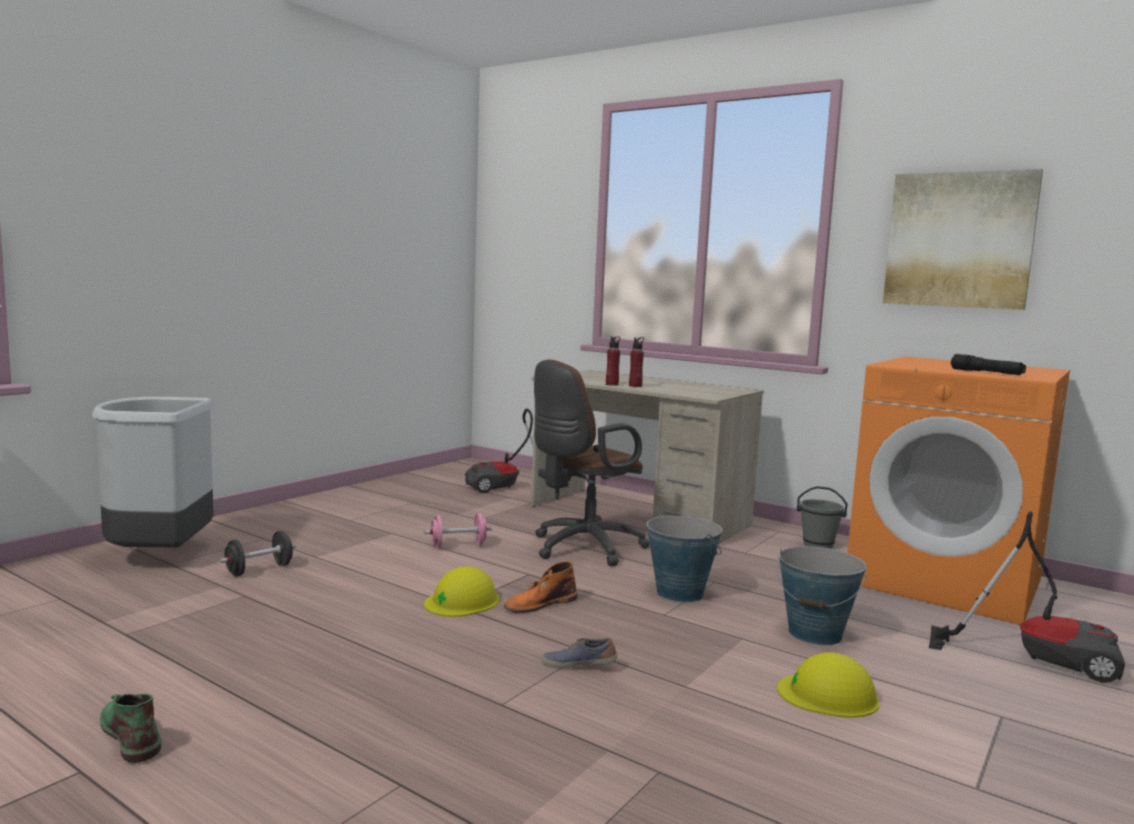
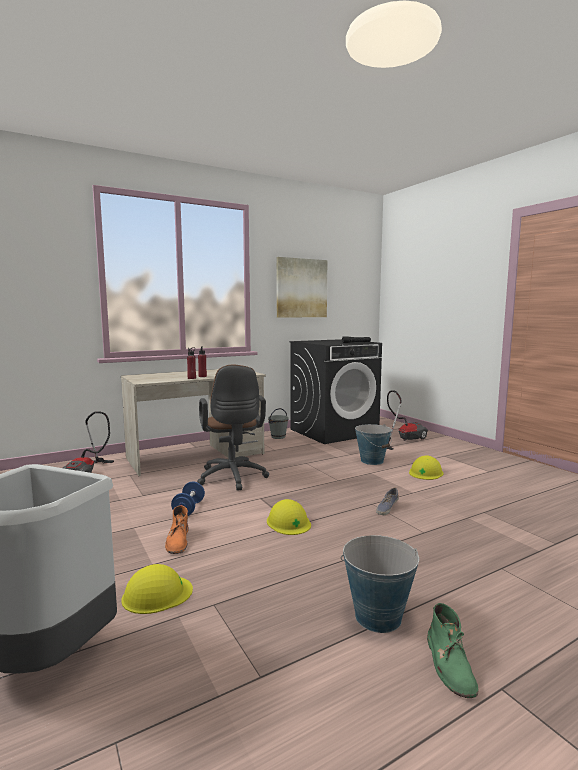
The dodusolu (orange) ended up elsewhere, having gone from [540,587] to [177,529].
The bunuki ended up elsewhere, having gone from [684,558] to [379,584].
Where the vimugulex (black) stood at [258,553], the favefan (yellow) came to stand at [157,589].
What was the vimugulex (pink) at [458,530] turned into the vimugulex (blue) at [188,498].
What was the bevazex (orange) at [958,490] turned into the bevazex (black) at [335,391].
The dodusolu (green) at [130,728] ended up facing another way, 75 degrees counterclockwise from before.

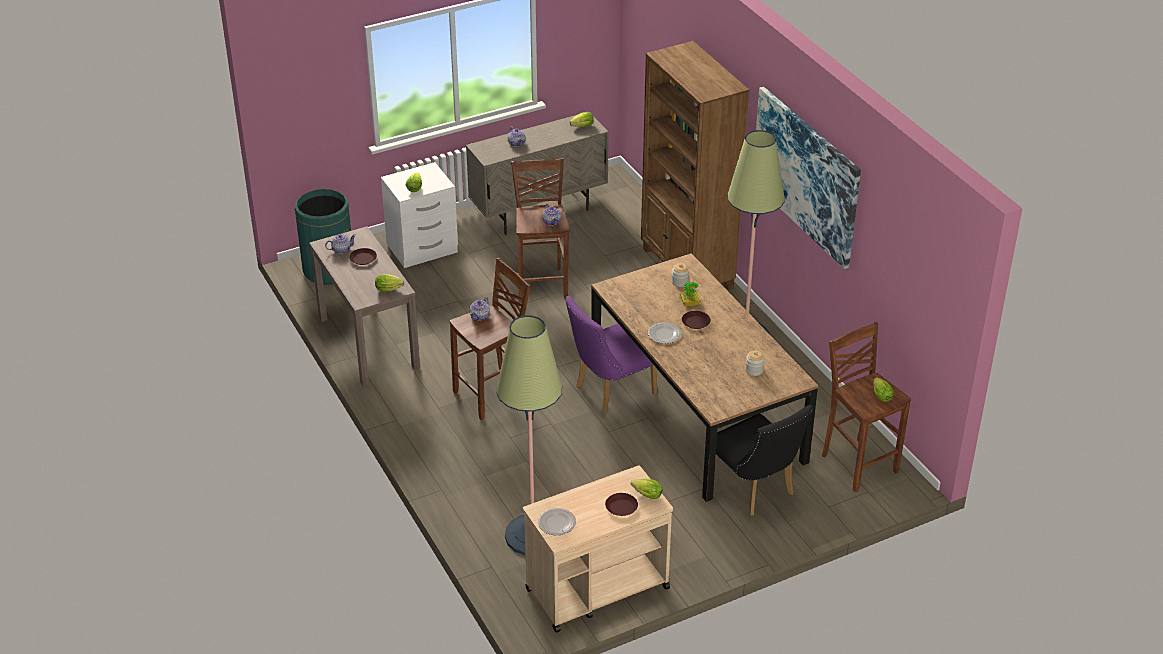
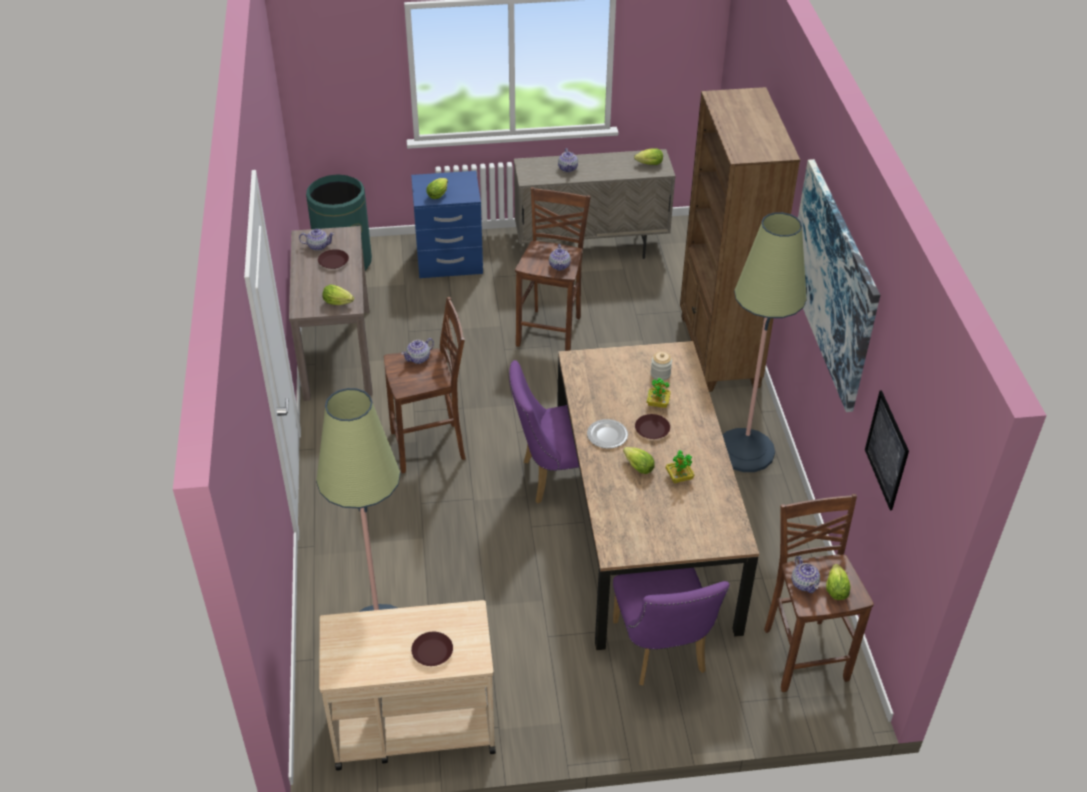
The second view lost the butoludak at [557,521].
The second view lost the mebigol at [755,363].
The second view gained the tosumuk at [680,466].
The second view gained the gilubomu at [806,574].
The second view gained the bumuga at [887,450].
The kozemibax ended up elsewhere, having gone from [646,489] to [639,460].
What was the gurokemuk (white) at [419,215] turned into the gurokemuk (blue) at [447,224].
What was the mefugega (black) at [764,460] turned into the mefugega (purple) at [671,627].

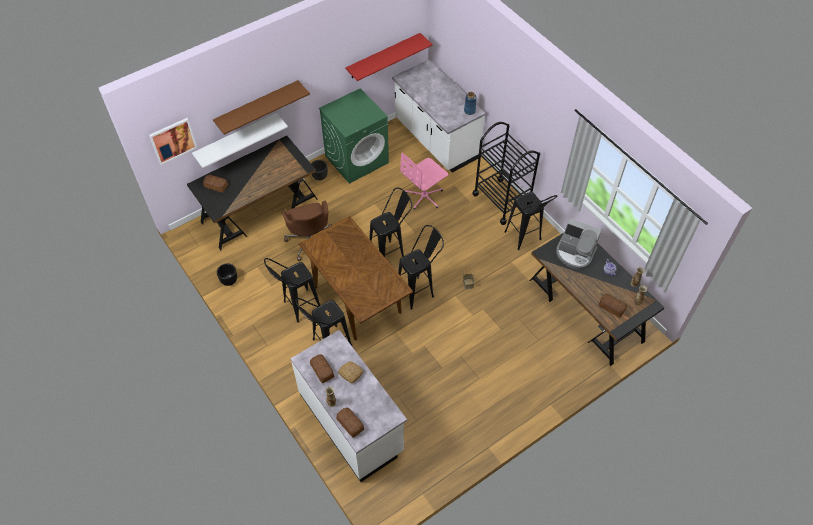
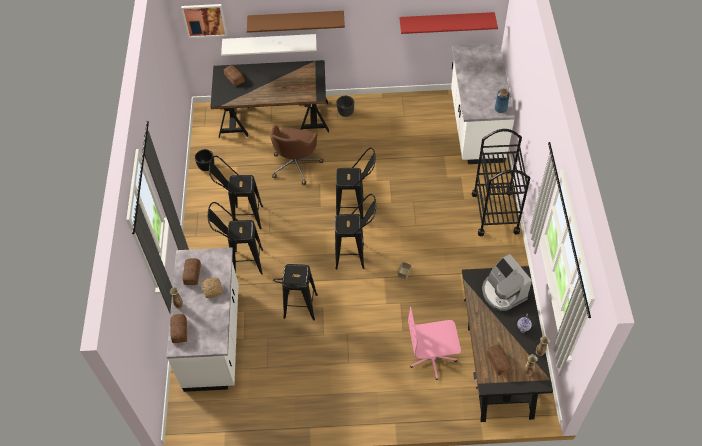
The second view lost the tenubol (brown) at [356,278].
The second view lost the bevazex (green) at [354,136].
The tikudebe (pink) ended up elsewhere, having gone from [424,180] to [434,343].
The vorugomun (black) ended up elsewhere, having gone from [531,221] to [295,292].

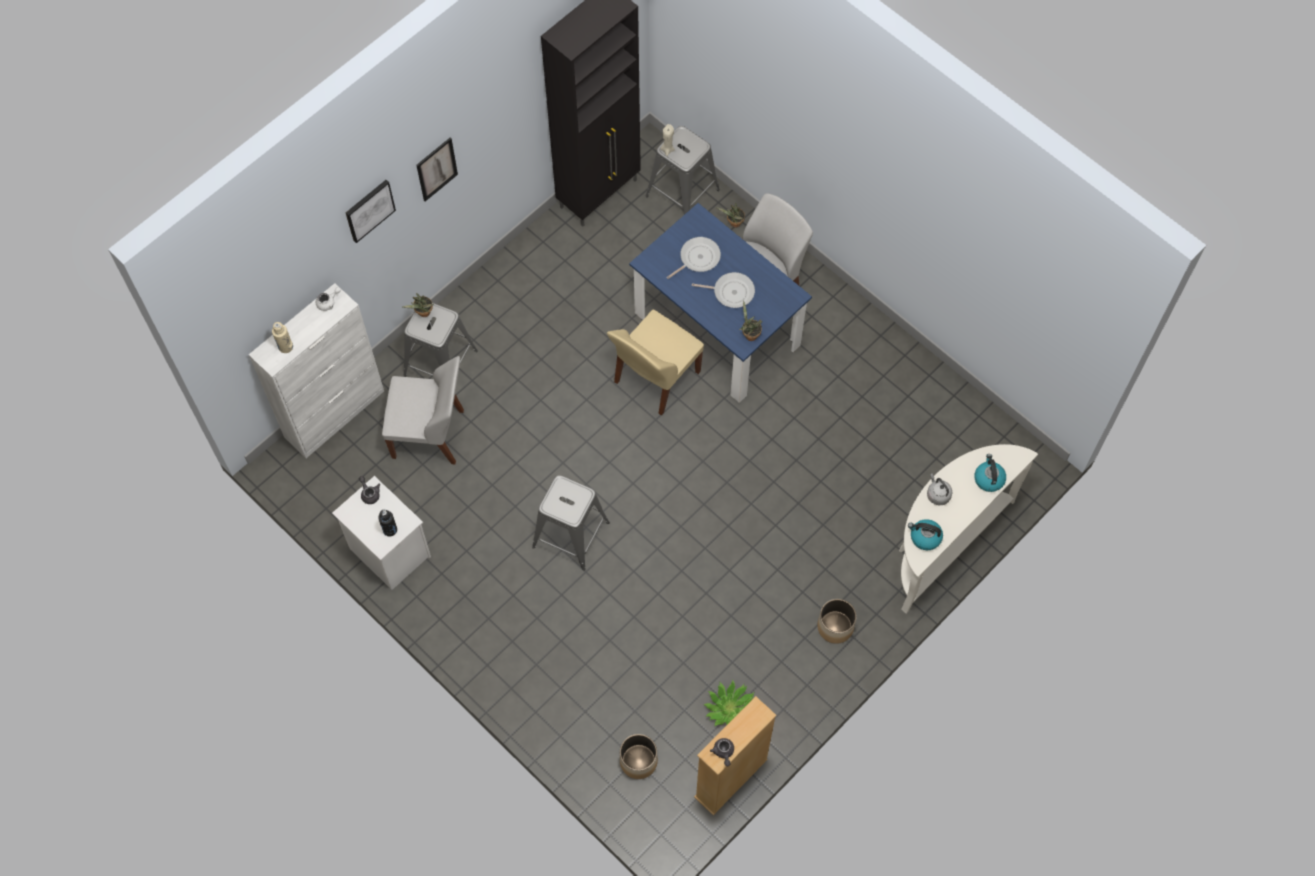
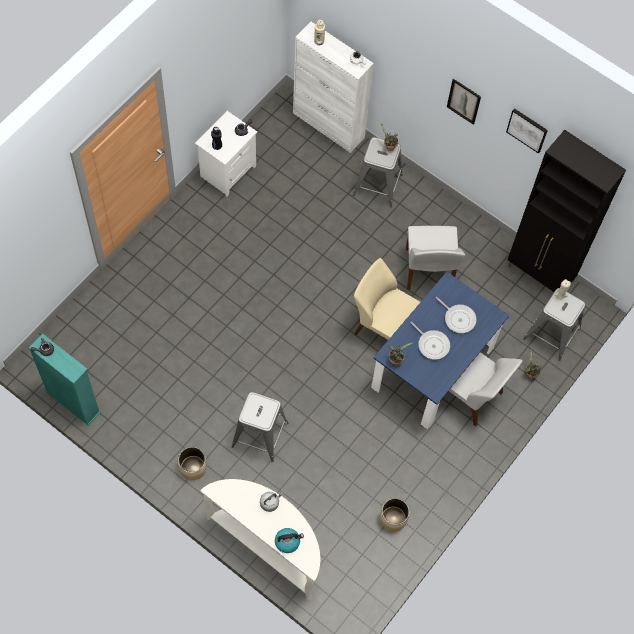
The second view lost the tosumuk at [729,703].
The second view lost the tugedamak at [925,534].
The bumuga ended up elsewhere, having gone from [371,211] to [527,131].
The mefugega (white) ended up elsewhere, having gone from [423,410] to [435,258].
The vorugomun (grey) ended up elsewhere, having gone from [571,523] to [259,427].
The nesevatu ended up elsewhere, having gone from [639,756] to [394,515].
What was the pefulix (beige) at [735,755] turned into the pefulix (turquoise) at [65,380].
The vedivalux at [723,290] ended up facing another way, 45 degrees counterclockwise from before.

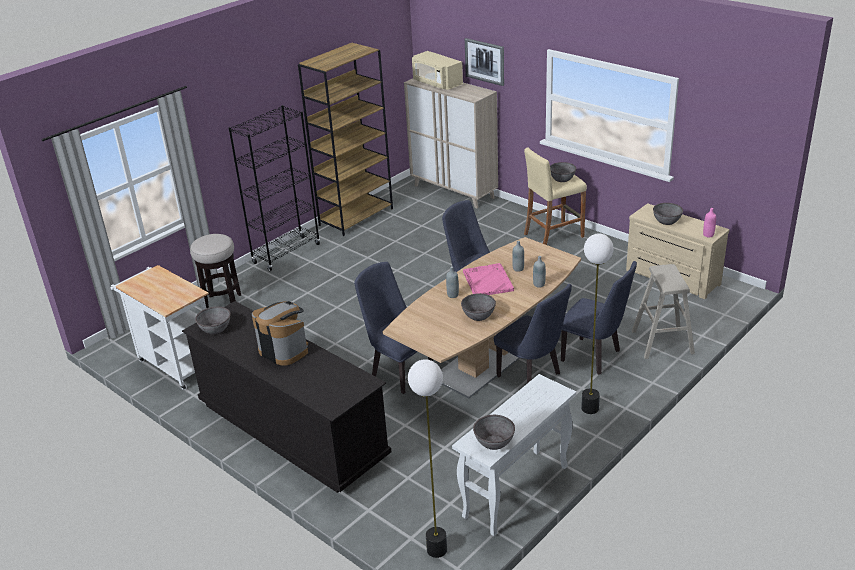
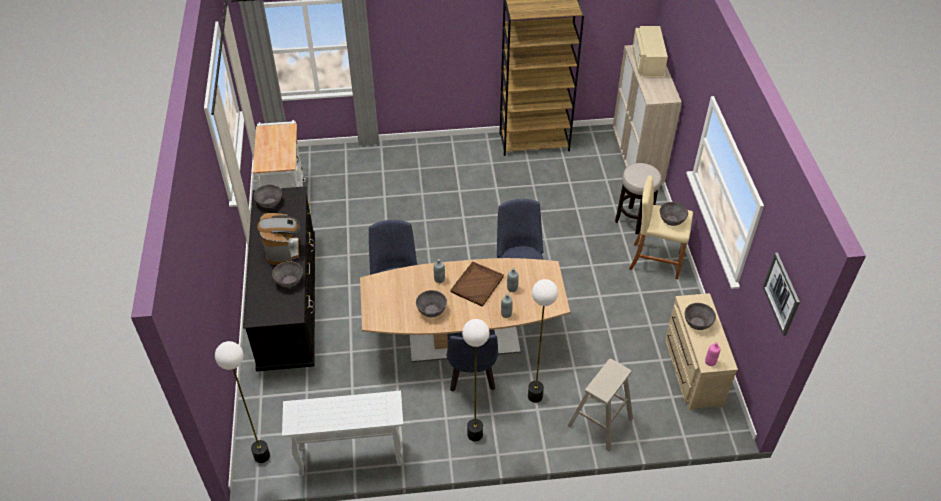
The second view lost the pefulix (black) at [274,188].
The vorugomun ended up elsewhere, having gone from [215,271] to [638,198].
The bumuga ended up elsewhere, having gone from [484,62] to [781,294].
The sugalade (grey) ended up elsewhere, having gone from [494,432] to [287,274].
Where the mefugega (blue) stood at [599,318], the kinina came to stand at [543,341].
What was the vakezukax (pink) at [488,279] turned into the vakezukax (brown) at [477,284].

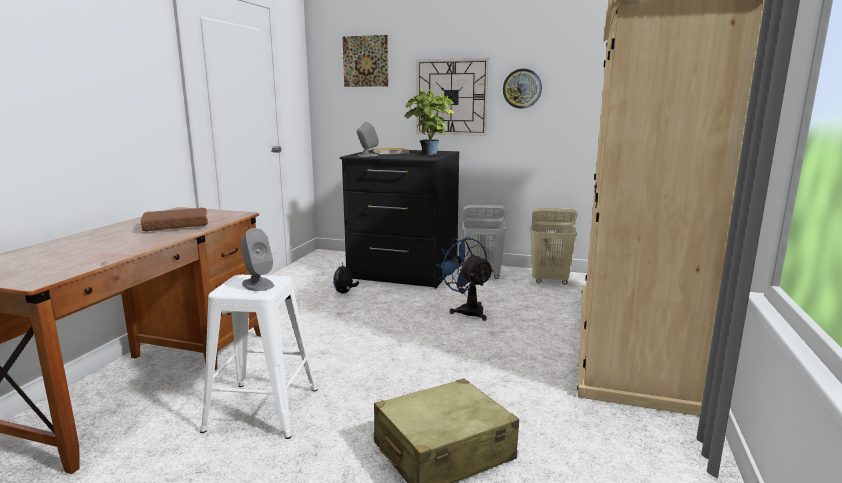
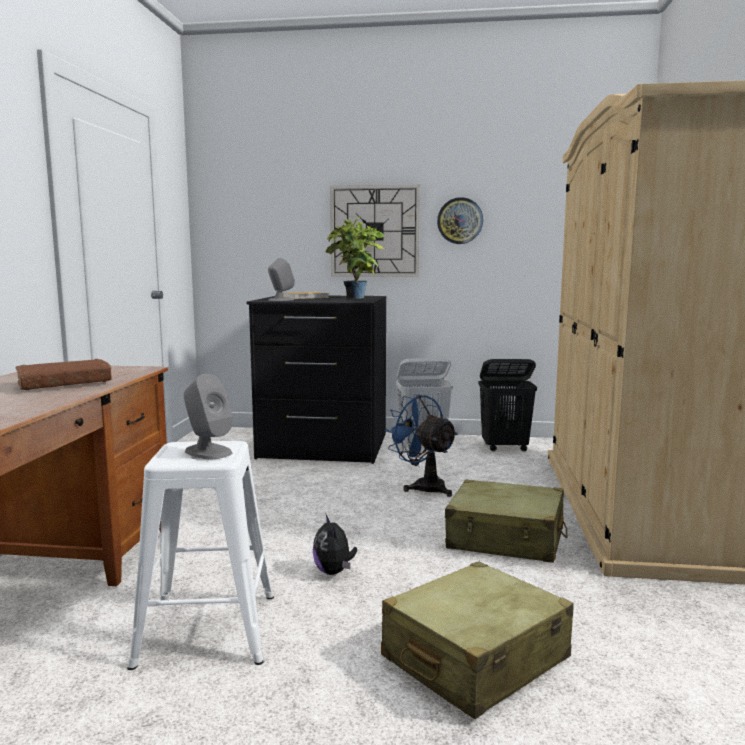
The second view lost the bumuga at [365,61].
The second view gained the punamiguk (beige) at [506,521].
The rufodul ended up elsewhere, having gone from [346,278] to [335,545].
What was the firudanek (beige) at [554,246] turned into the firudanek (black) at [508,405].

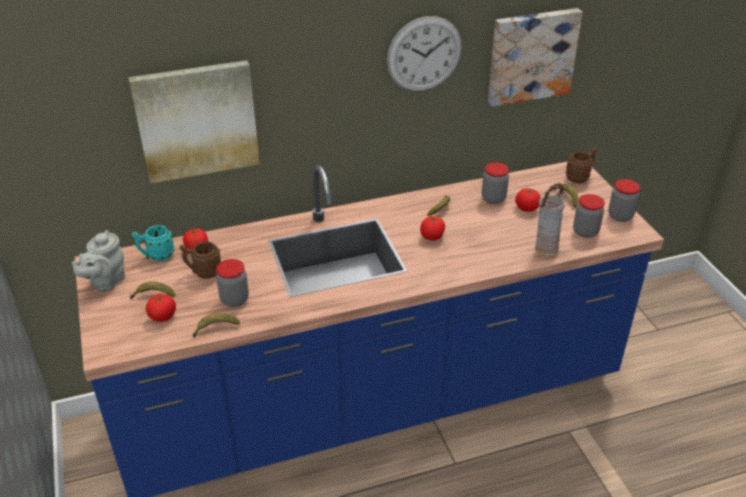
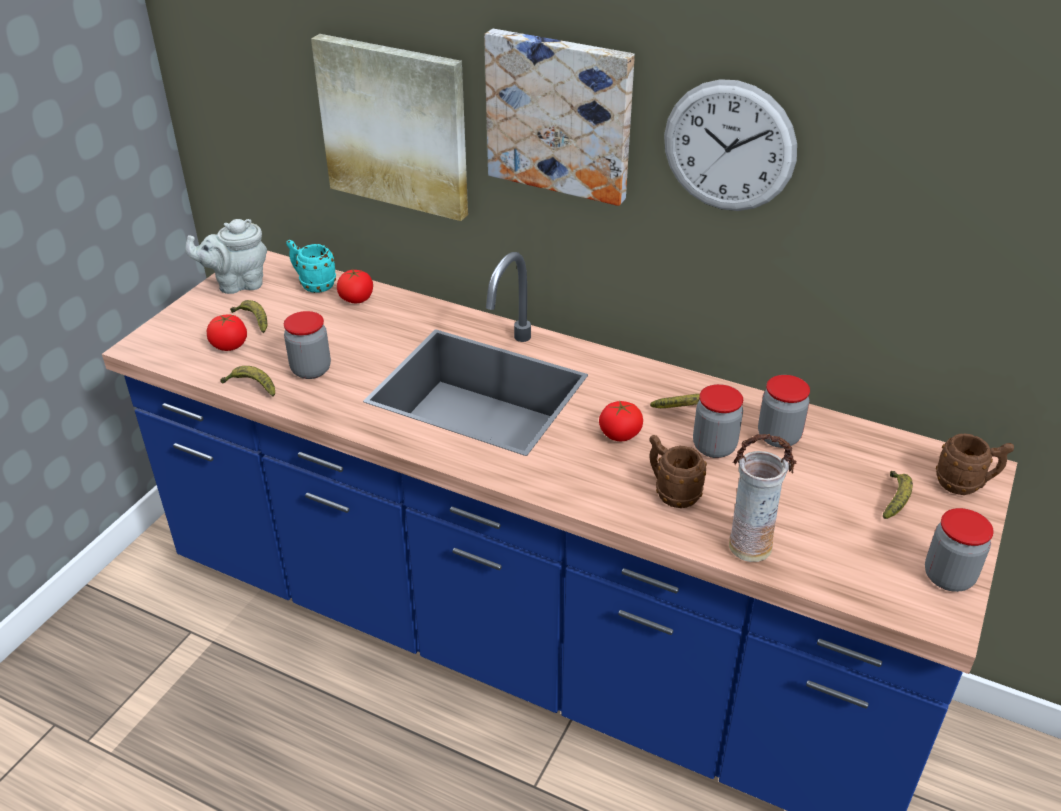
The second view lost the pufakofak at [528,200].
The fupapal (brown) ended up elsewhere, having gone from [200,259] to [678,471].
The bumuga ended up elsewhere, having gone from [535,57] to [559,117].
The mebigol ended up elsewhere, having gone from [589,216] to [718,421].

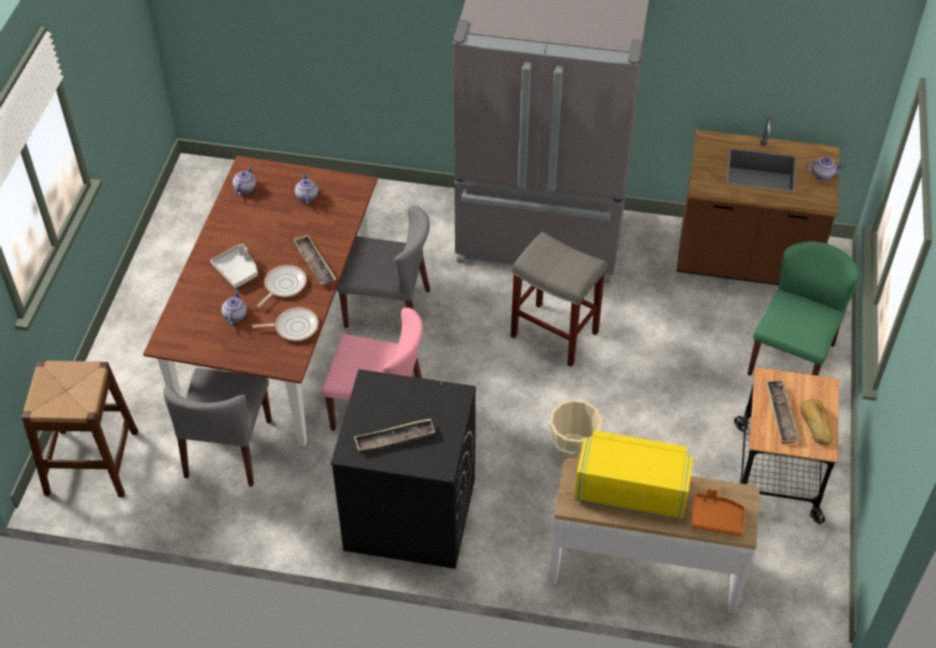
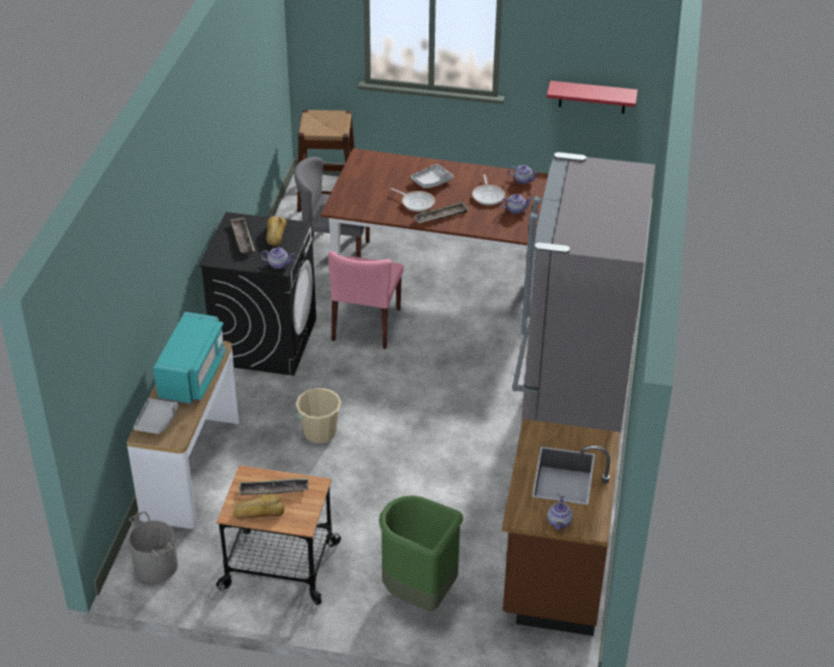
The second view lost the mefugega (grey) at [383,267].
The second view lost the vorugomun (grey) at [559,299].
The second view gained the bunuki (grey) at [153,547].
The second view gained the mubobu at [276,231].
The second view gained the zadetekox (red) at [592,97].
The gilubomu ended up elsewhere, having gone from [234,307] to [278,258].
The vedivalux ended up elsewhere, having gone from [285,324] to [488,189].
Where the mefugega (green) stood at [803,308], the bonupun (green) came to stand at [421,553].
What was the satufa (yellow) at [633,475] turned into the satufa (turquoise) at [189,358].
What was the vakezukax (orange) at [718,512] turned into the vakezukax (grey) at [156,416].

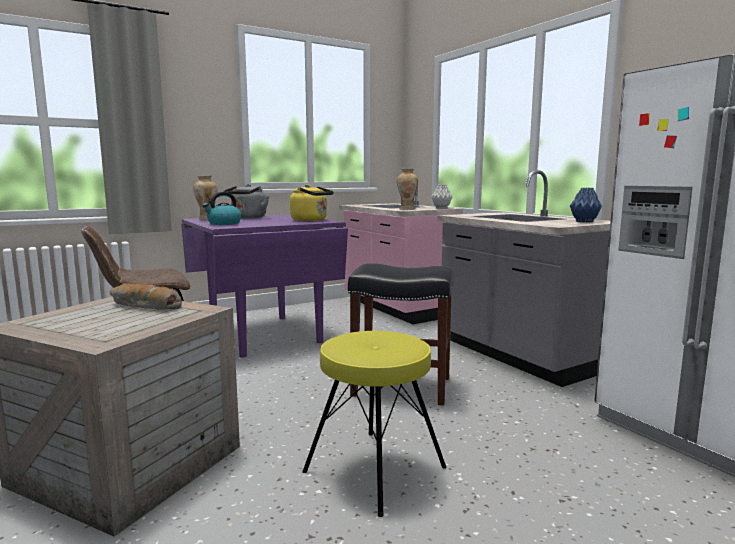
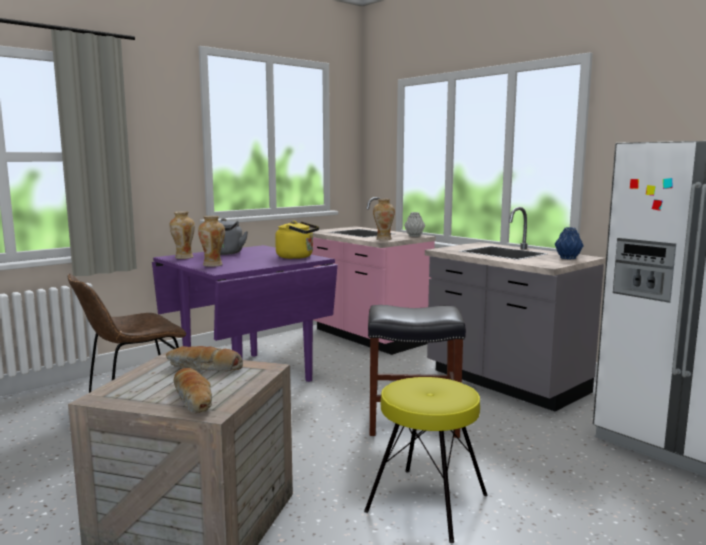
The second view gained the mubobu at [193,390].
Where the tugedamak stood at [222,208], the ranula came to stand at [211,241].

